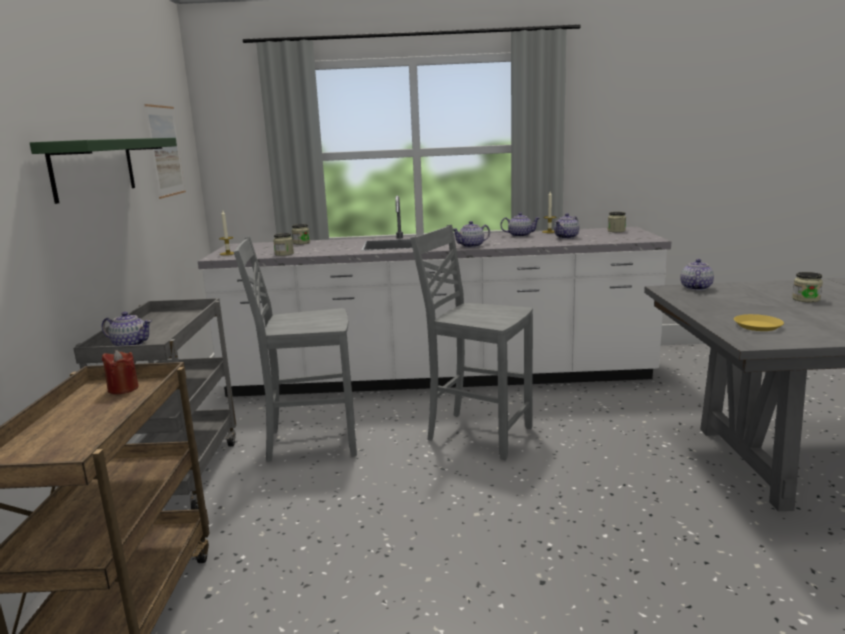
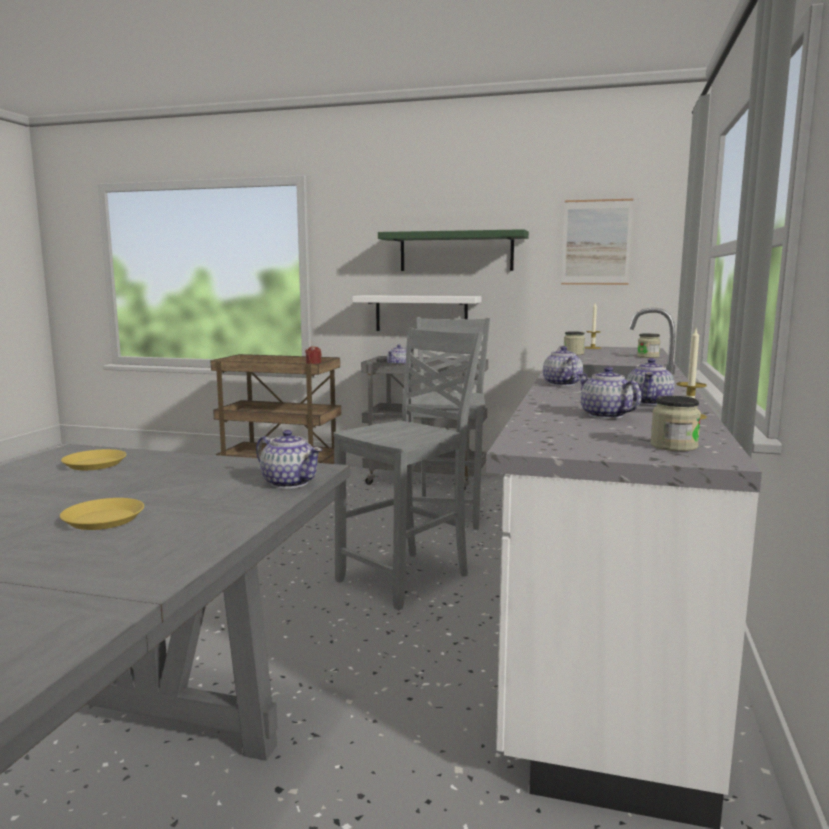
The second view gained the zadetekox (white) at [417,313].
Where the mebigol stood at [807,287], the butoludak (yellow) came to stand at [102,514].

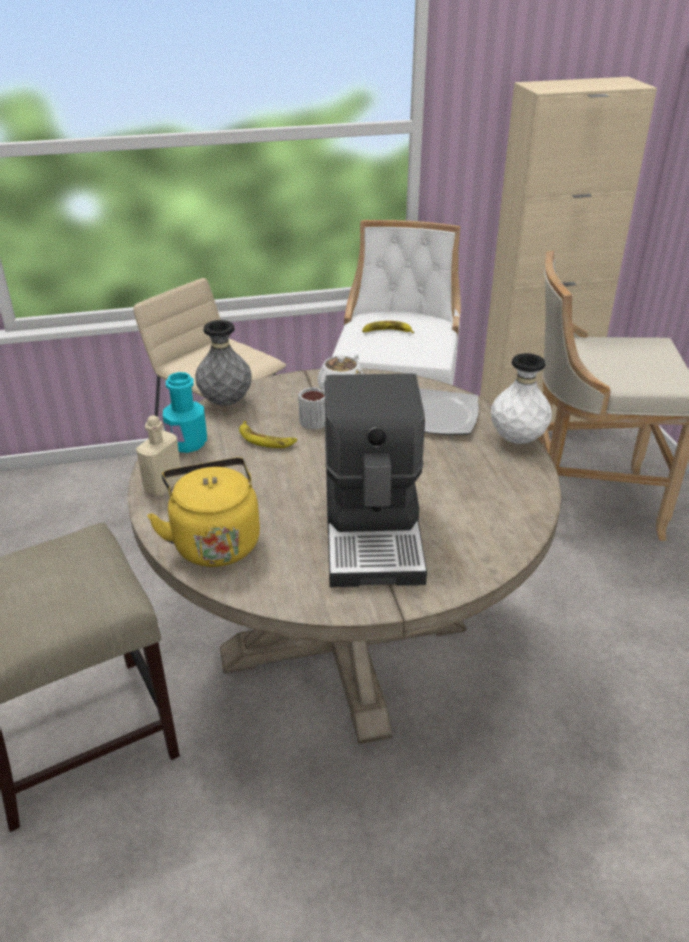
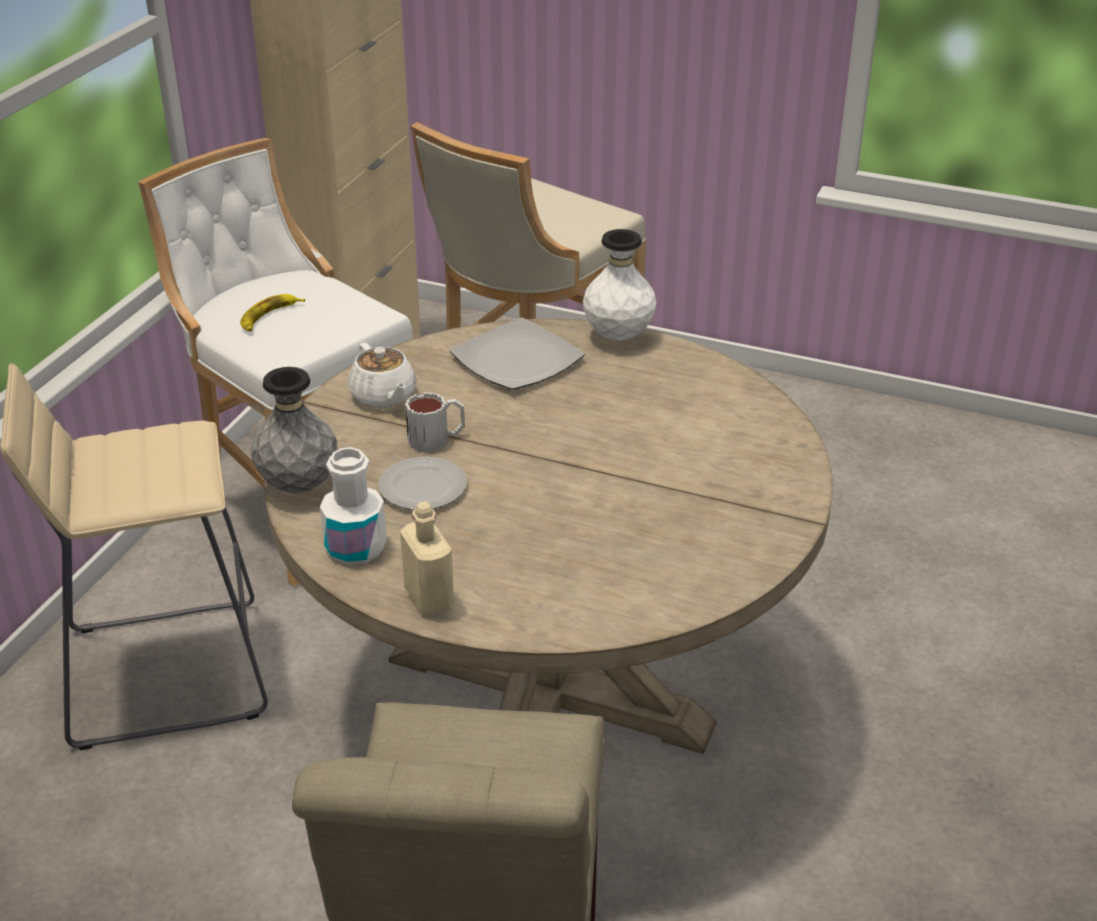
The second view lost the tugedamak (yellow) at [203,512].
The second view lost the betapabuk at [376,480].
Where the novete stood at [268,434], the butoludak came to stand at [422,483].
What was the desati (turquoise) at [185,412] turned into the desati (white) at [353,506].

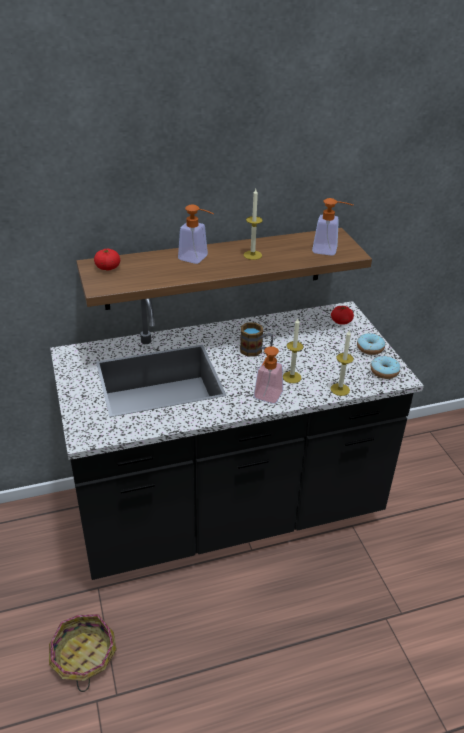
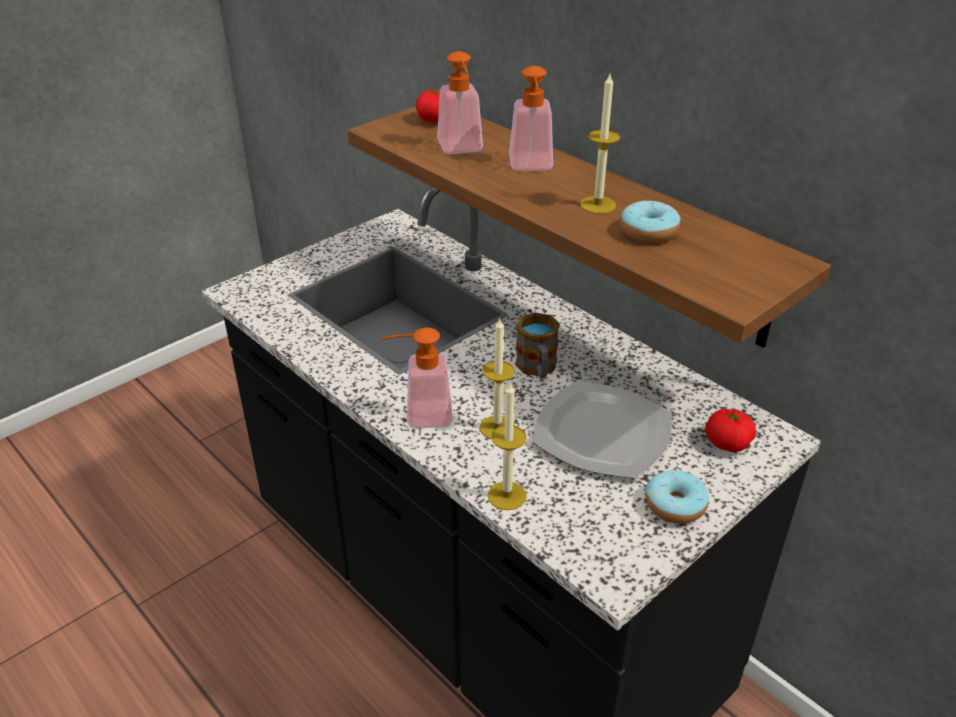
The second view lost the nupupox at [83,653].
The second view gained the butoludak at [602,430].
The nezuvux ended up elsewhere, having gone from [332,227] to [460,102].
The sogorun ended up elsewhere, having gone from [385,367] to [650,221].

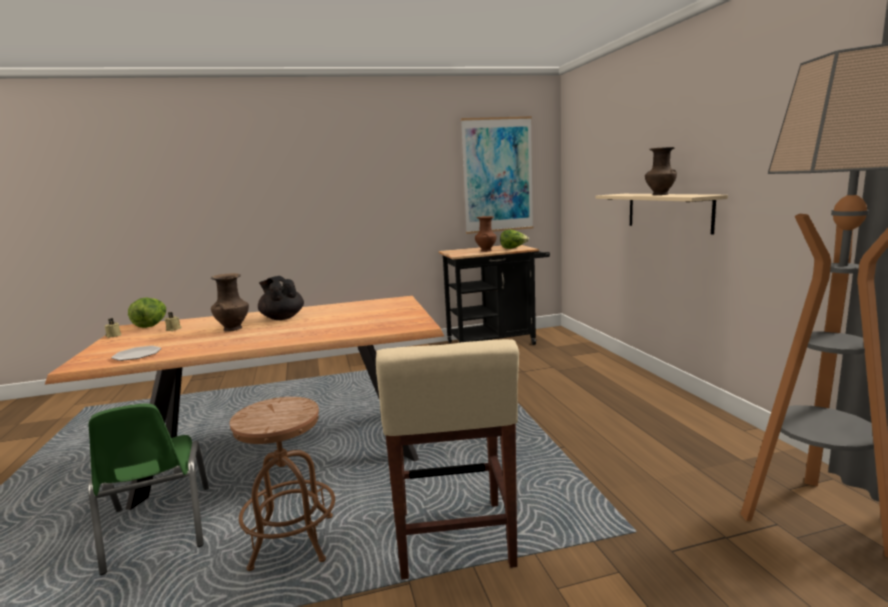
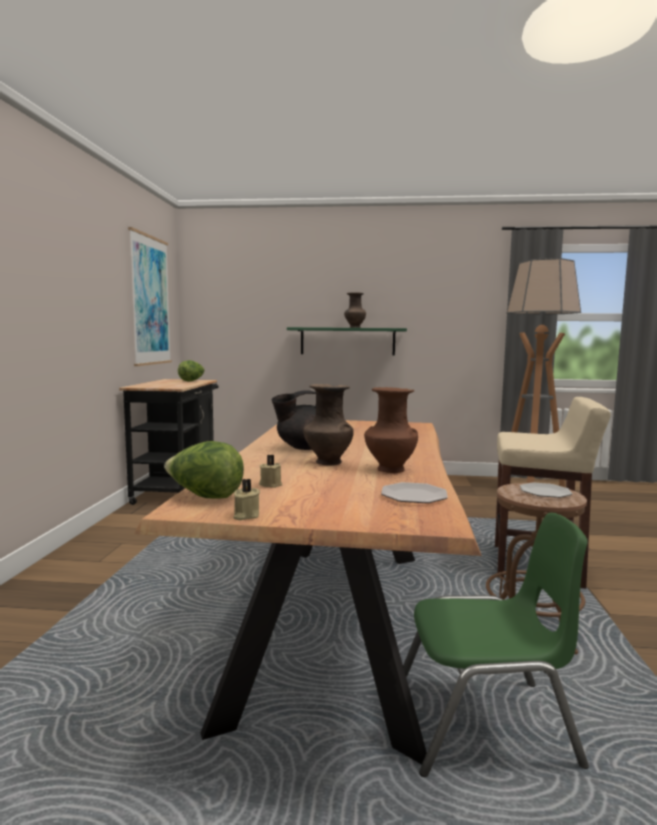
The second view gained the butoludak at [546,490].
The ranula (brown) ended up elsewhere, having gone from [486,234] to [391,430].
What was the zadetekox (beige) at [661,214] turned into the zadetekox (green) at [347,341].

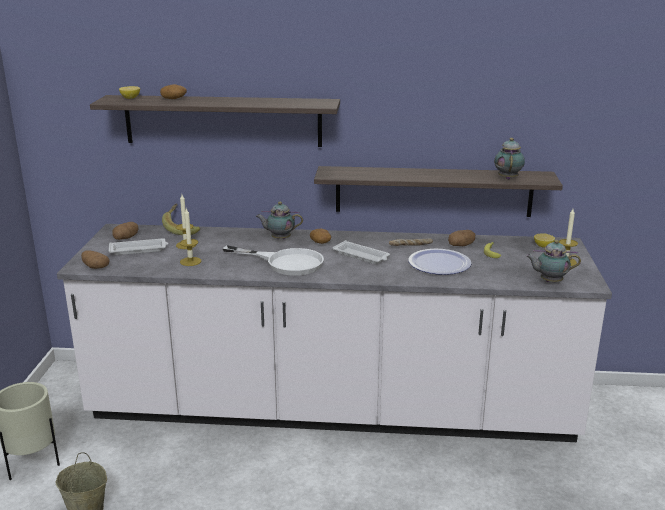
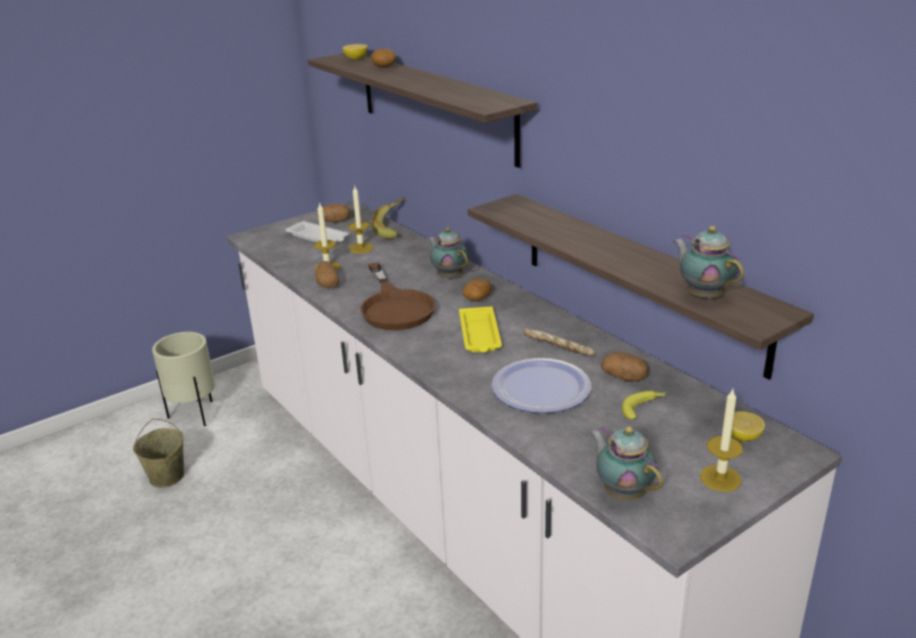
The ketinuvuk ended up elsewhere, having gone from [95,259] to [327,274].
What was the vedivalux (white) at [273,260] turned into the vedivalux (brown) at [398,296].
What was the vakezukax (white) at [361,252] turned into the vakezukax (yellow) at [480,329].
The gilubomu at [509,159] ended up facing another way, 90 degrees counterclockwise from before.

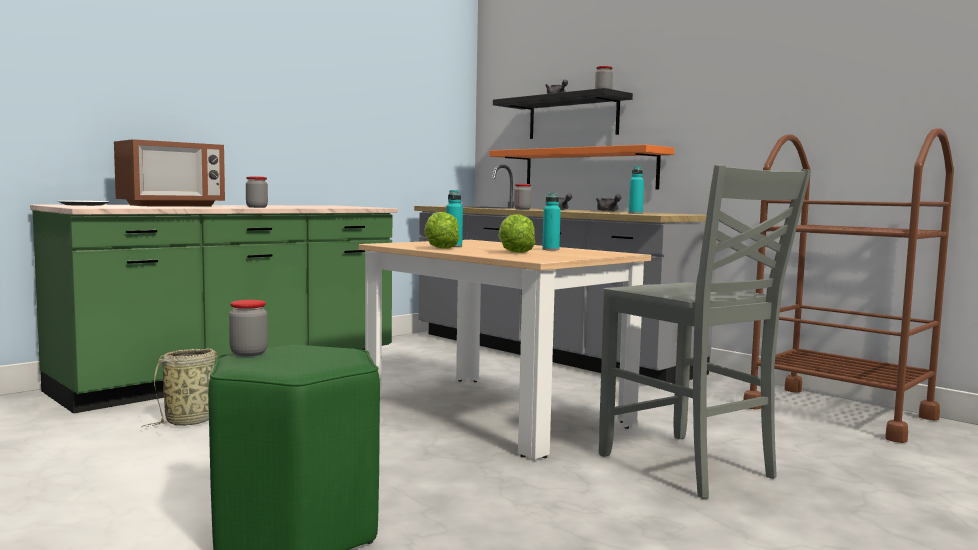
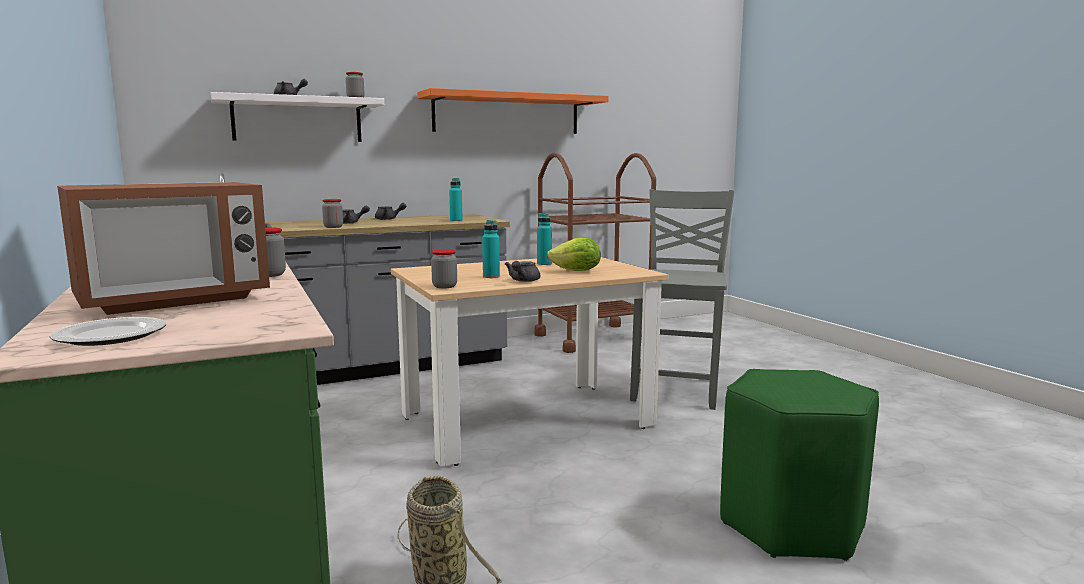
The mebigol ended up elsewhere, having gone from [248,328] to [444,268].
The zadetekox (orange) ended up elsewhere, having gone from [581,167] to [513,111].
Where the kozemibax stood at [441,230], the gilubomu (grey) came to stand at [522,271].
What was the zadetekox (black) at [563,113] turned into the zadetekox (white) at [297,117].
The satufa at [169,173] ended up facing another way, 75 degrees clockwise from before.
The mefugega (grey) at [705,331] ended up facing another way, 60 degrees counterclockwise from before.

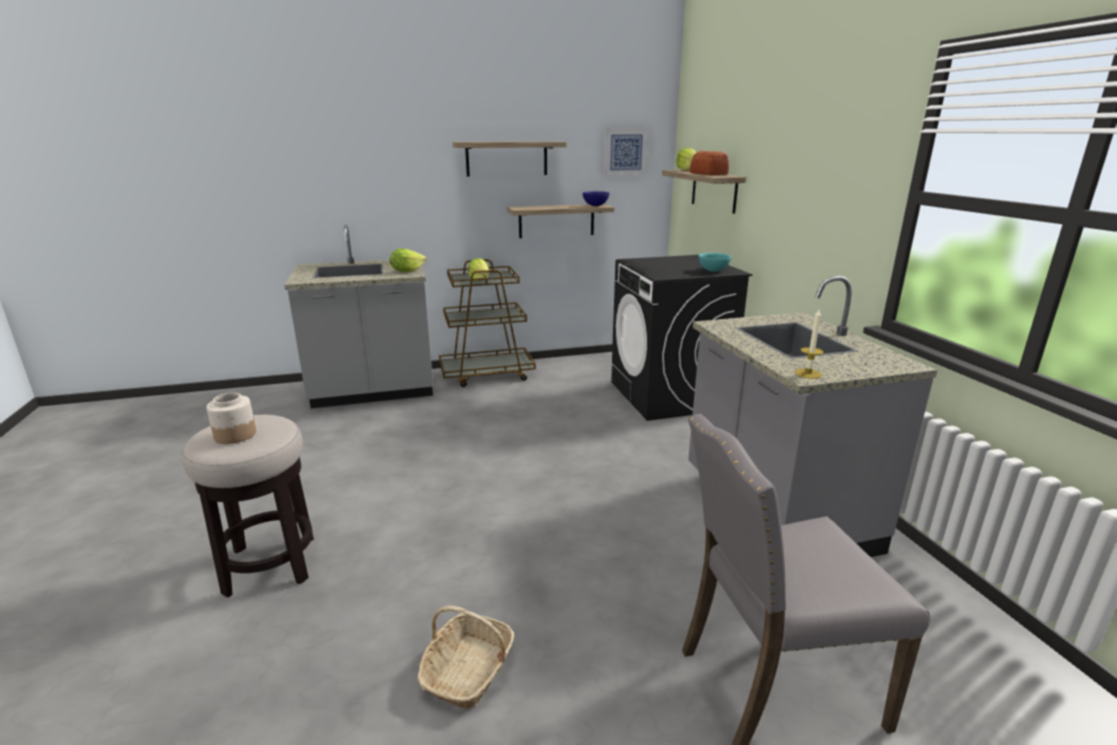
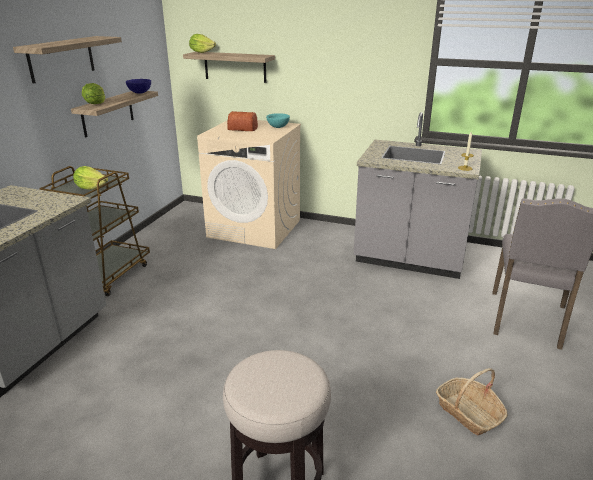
The second view lost the mebigol at [231,418].
The second view lost the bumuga at [626,152].
The kozemibax ended up elsewhere, having gone from [408,260] to [93,93].
The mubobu ended up elsewhere, having gone from [709,163] to [242,121].
What was the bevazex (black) at [681,338] turned into the bevazex (beige) at [249,184].

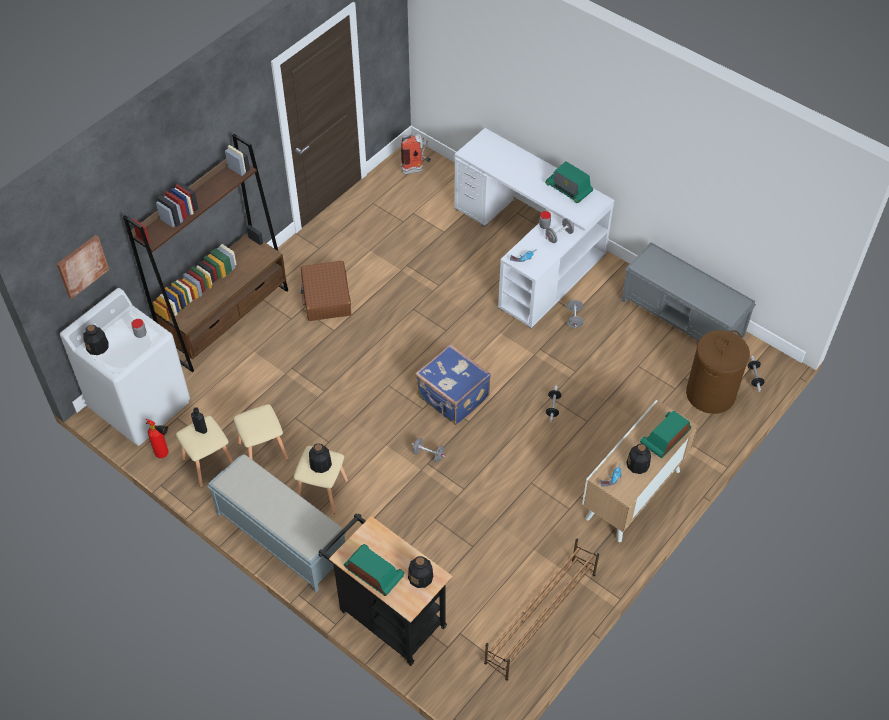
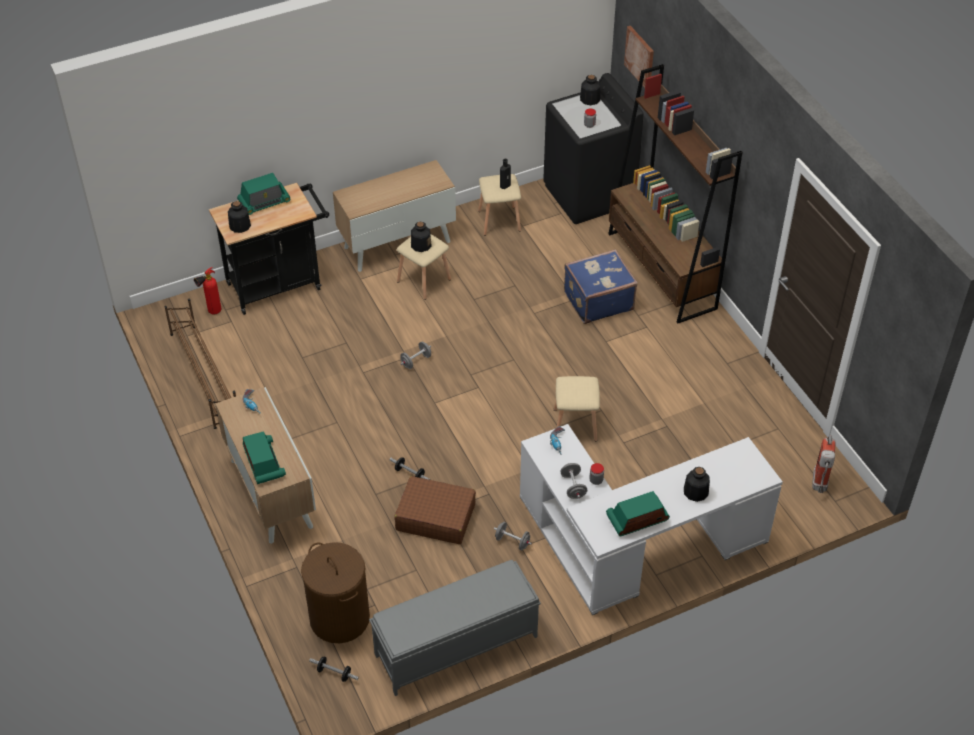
The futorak ended up elsewhere, having gone from [157,438] to [208,290].
The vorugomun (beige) ended up elsewhere, having gone from [261,432] to [577,409].
The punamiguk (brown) ended up elsewhere, having gone from [326,291] to [435,510].
The punamiguk (blue) ended up elsewhere, having gone from [453,384] to [601,286].
The desati ended up elsewhere, having gone from [639,458] to [697,484].
Where the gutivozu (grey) stood at [277,524], the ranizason came to stand at [394,216].
What was the bevazex (white) at [125,367] turned into the bevazex (black) at [593,148].

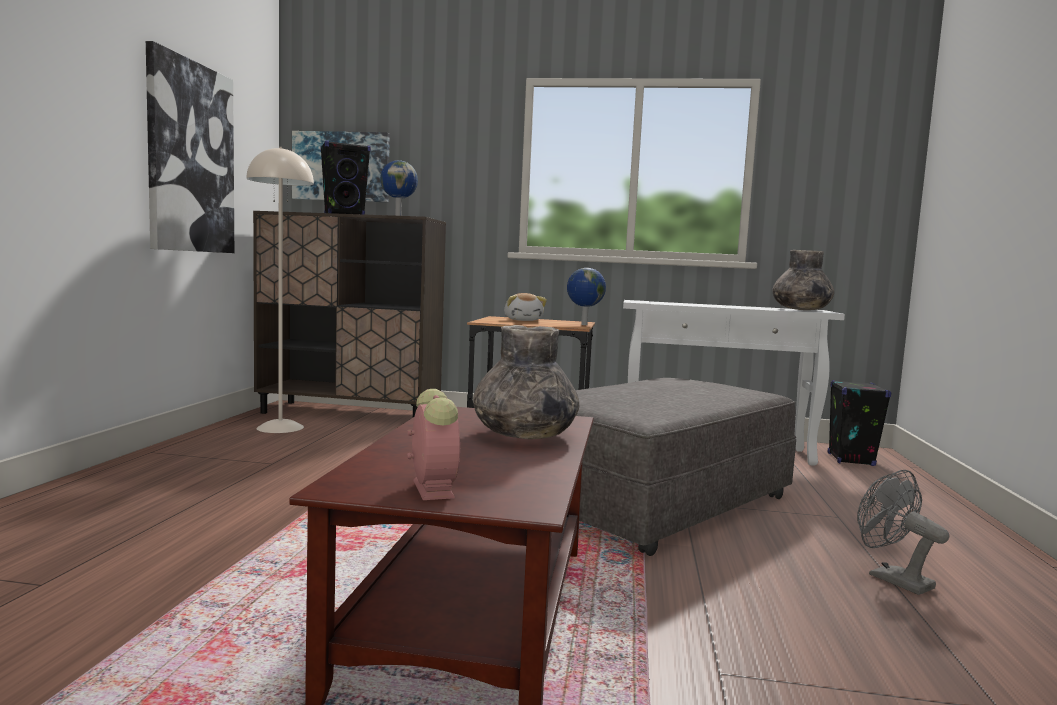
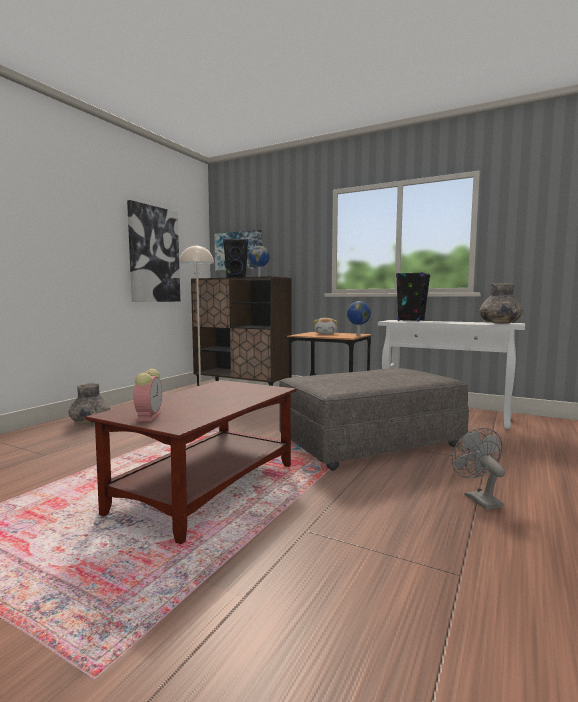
The ranula (grey) ended up elsewhere, having gone from [526,382] to [89,403].
The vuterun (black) ended up elsewhere, having gone from [859,423] to [413,296].

